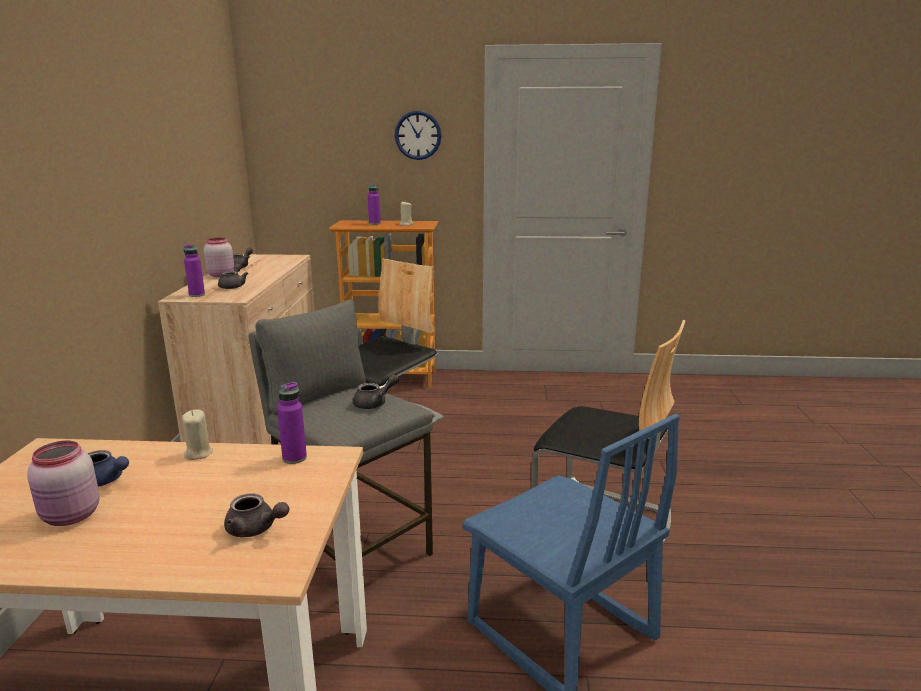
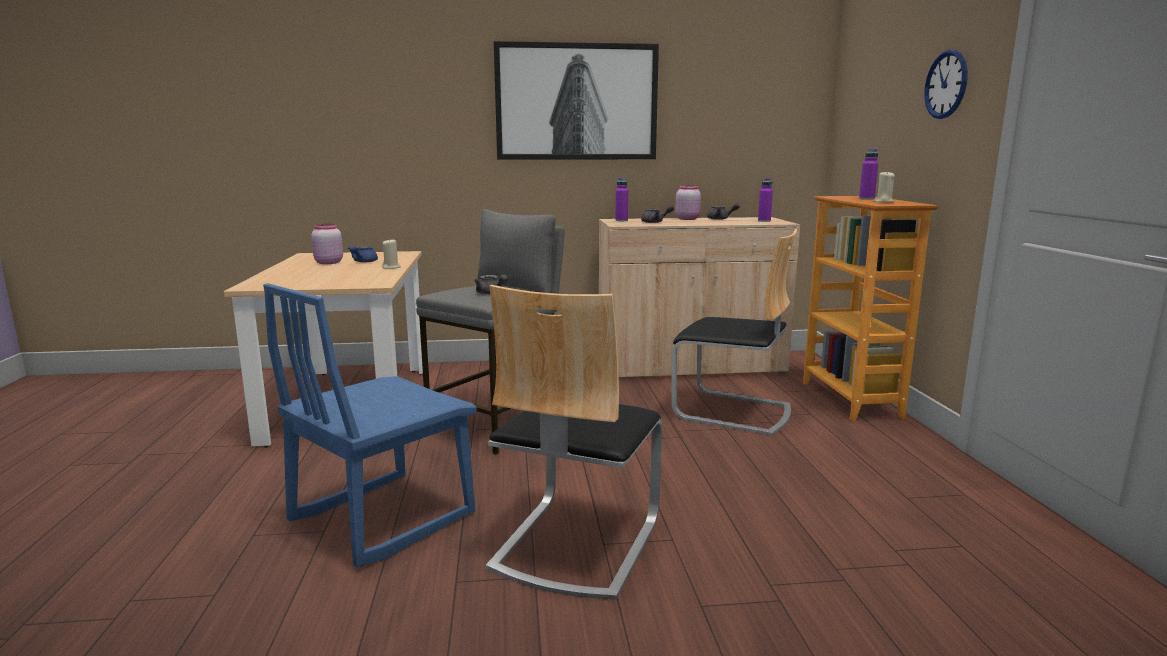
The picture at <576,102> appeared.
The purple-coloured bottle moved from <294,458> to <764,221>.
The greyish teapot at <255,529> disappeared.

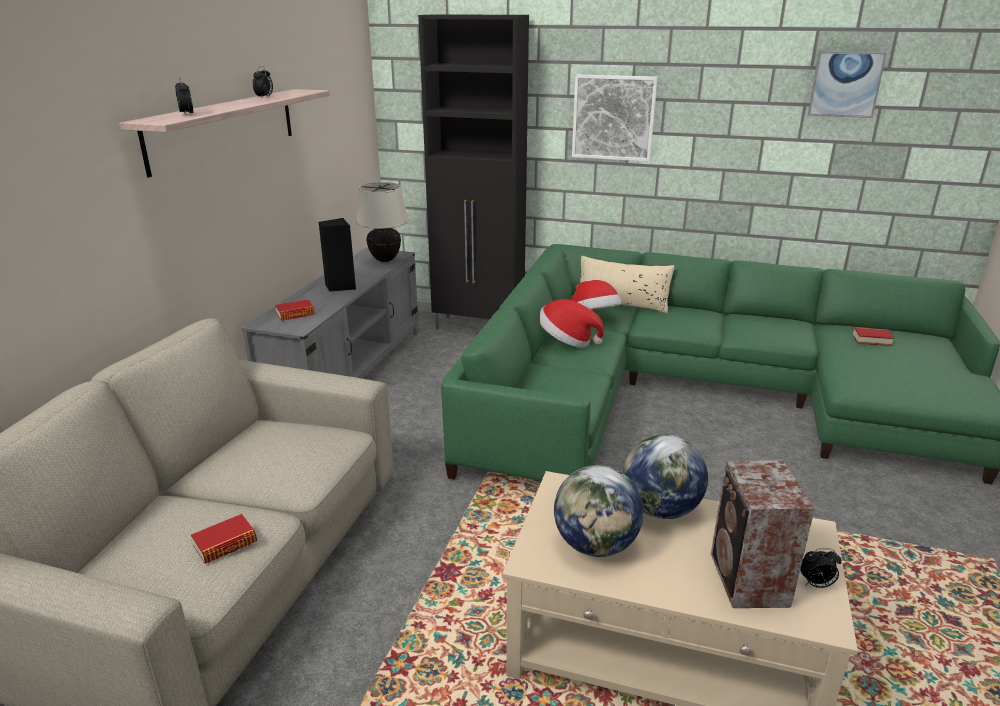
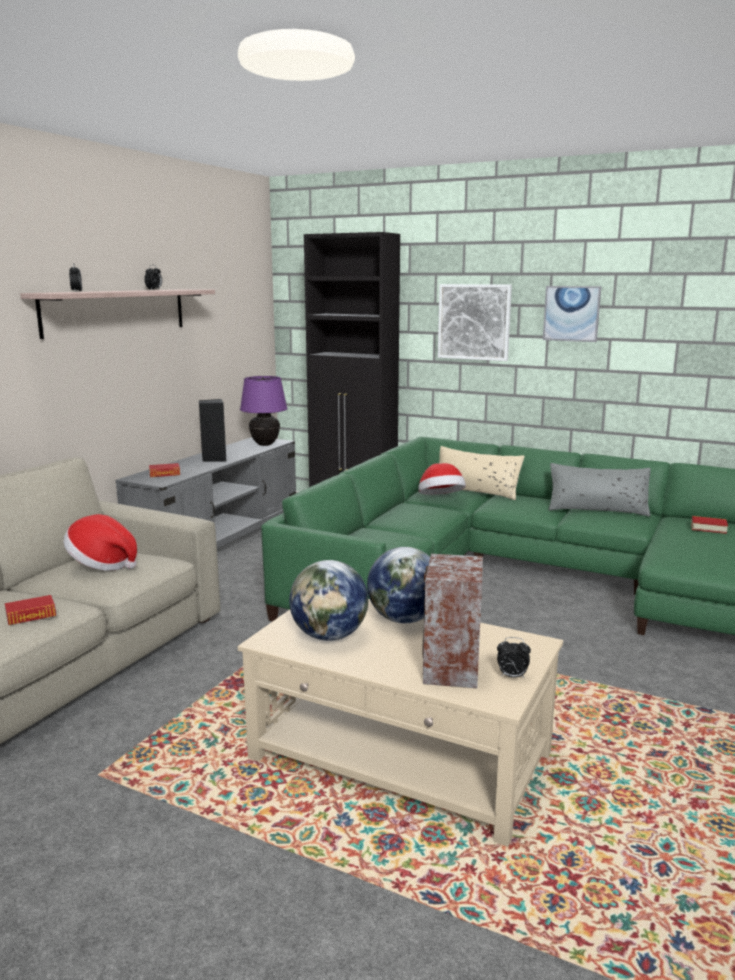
The clothing hat moved from <566,341> to <102,564>.
The sand-coloured lamp for a table at <385,260> became the purple-coloured lamp for a table at <265,444>.
The picture moved from <845,84> to <571,313>.
The greyish cushion at <597,509> appeared.

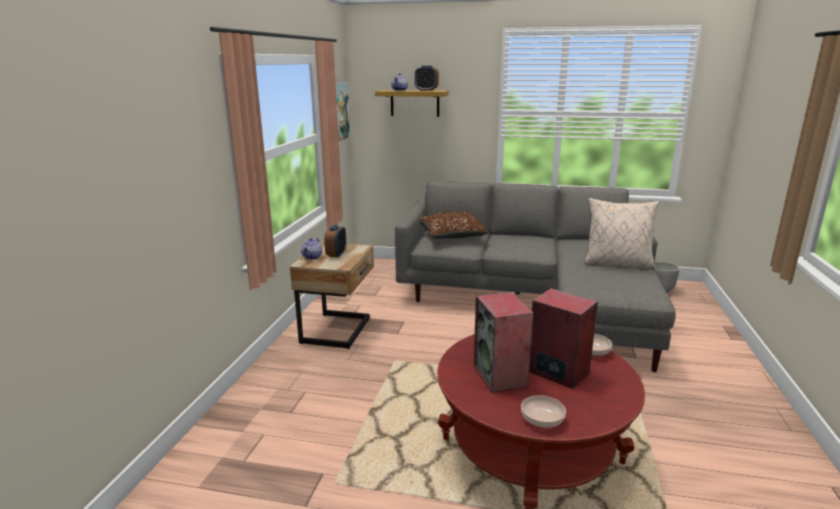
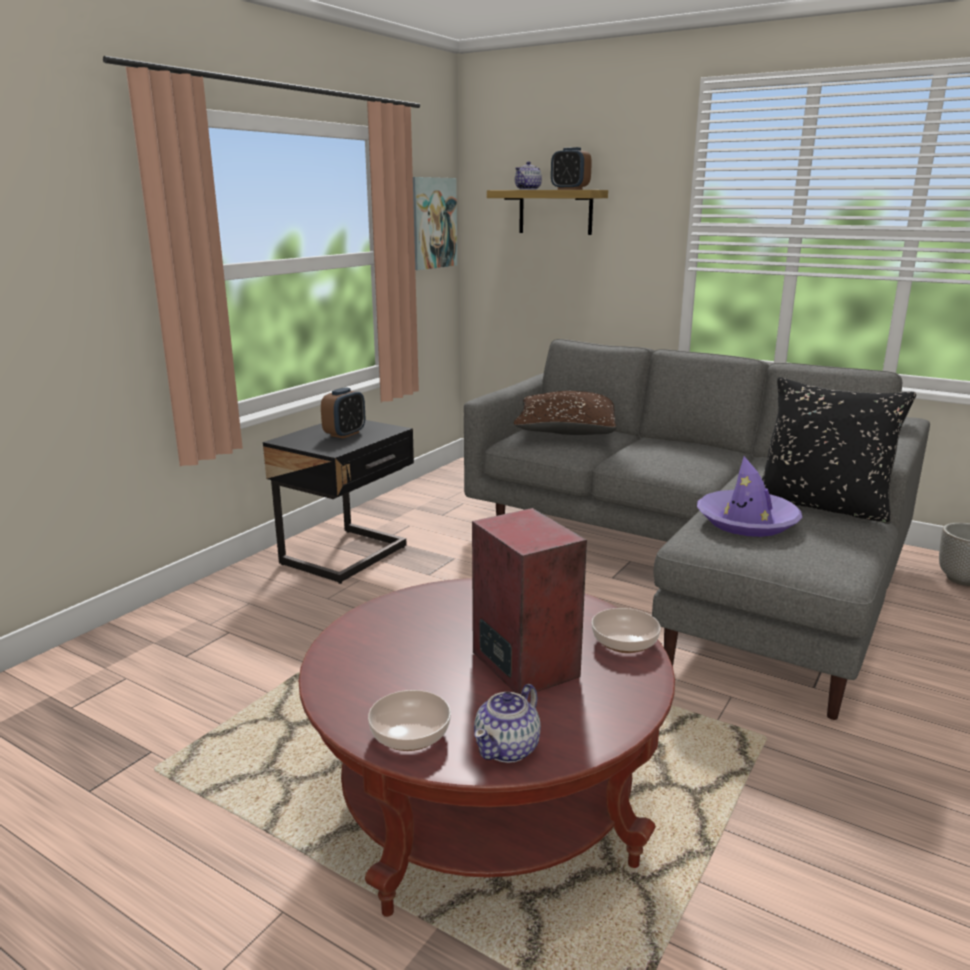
The sand-coloured nightstand at <338,331> became the black nightstand at <348,556>.
The teapot moved from <312,257> to <508,748>.
The purple-coloured clothing hat at <747,522> appeared.
The sand-coloured cushion at <617,263> became the black cushion at <822,506>.
The loudspeaker at <501,376> disappeared.

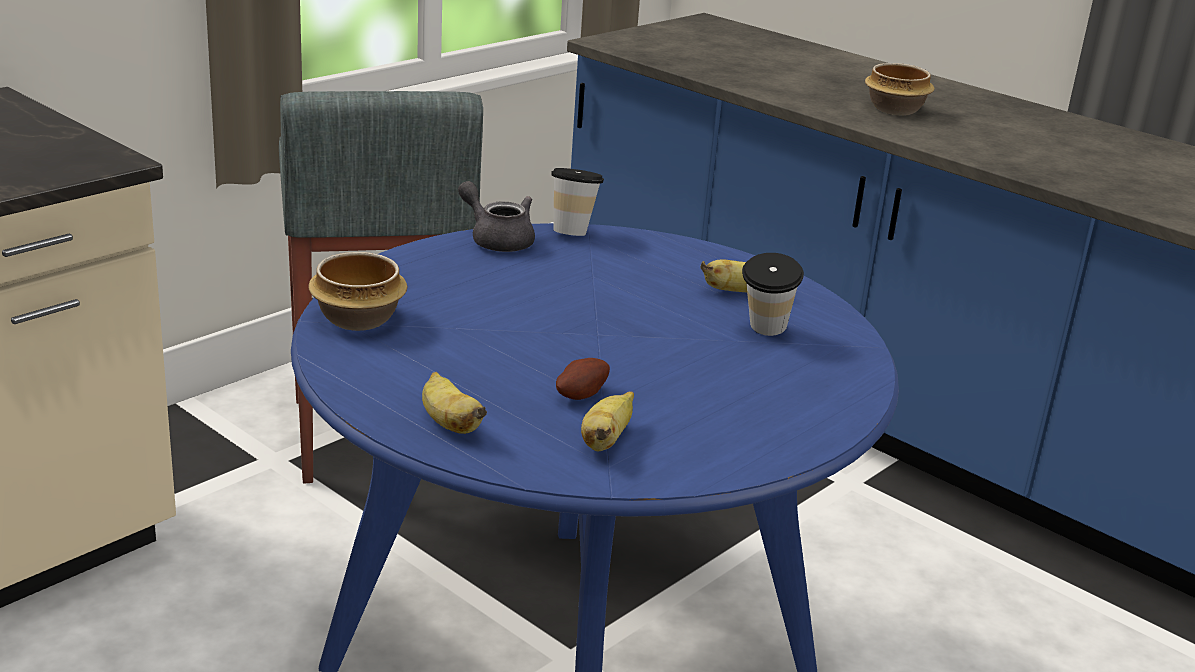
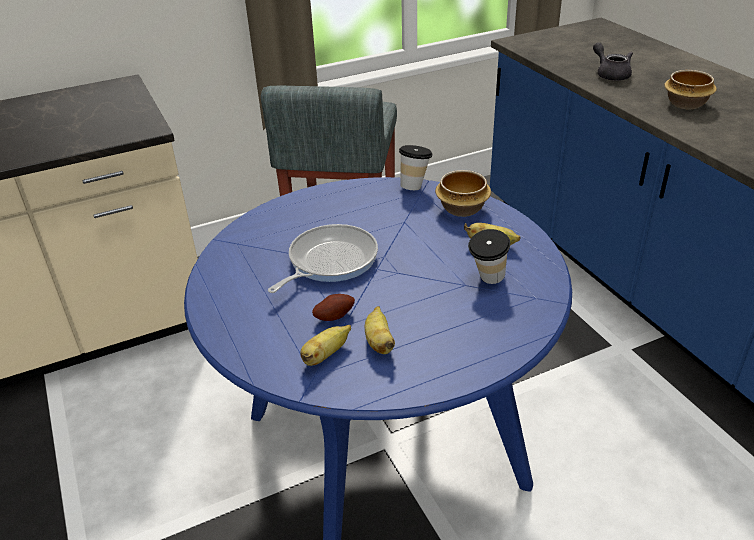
The skillet at <329,261> appeared.
The banana moved from <449,423> to <379,342>.
The deep dish moved from <360,318> to <463,208>.
The greyish teapot moved from <497,240> to <610,74>.

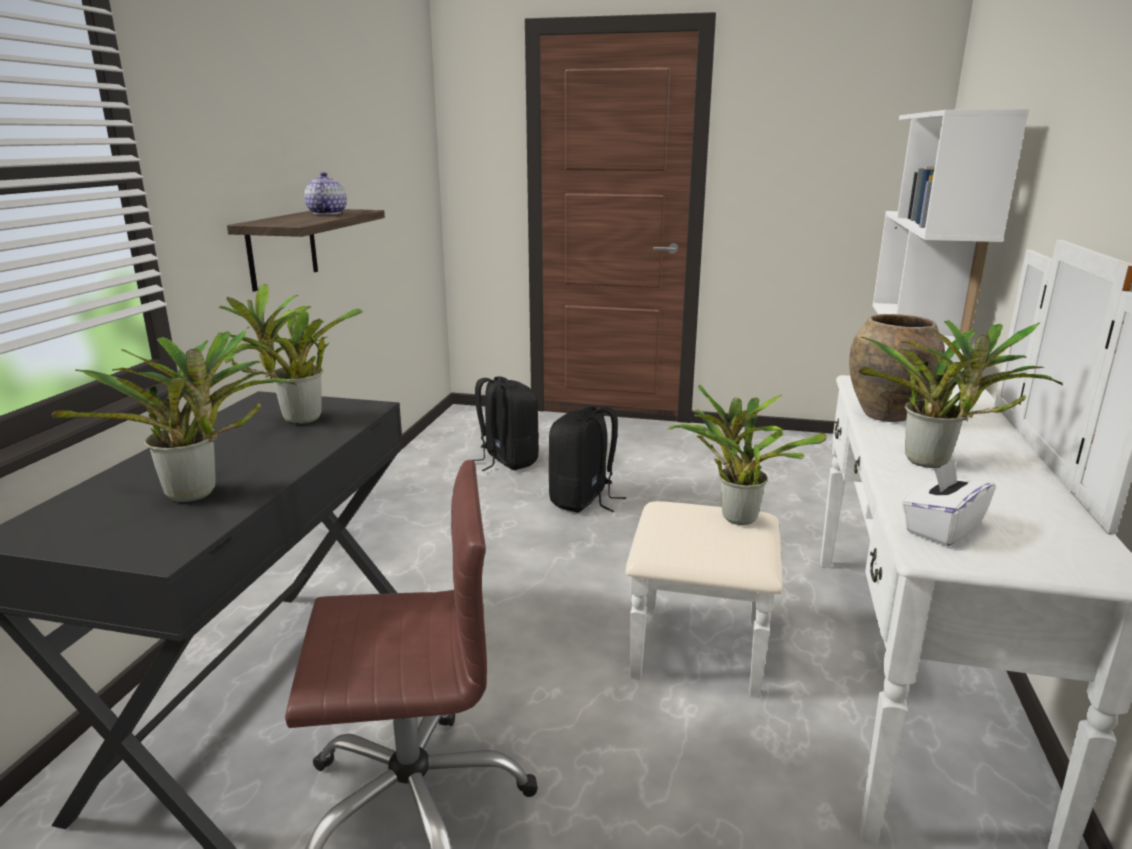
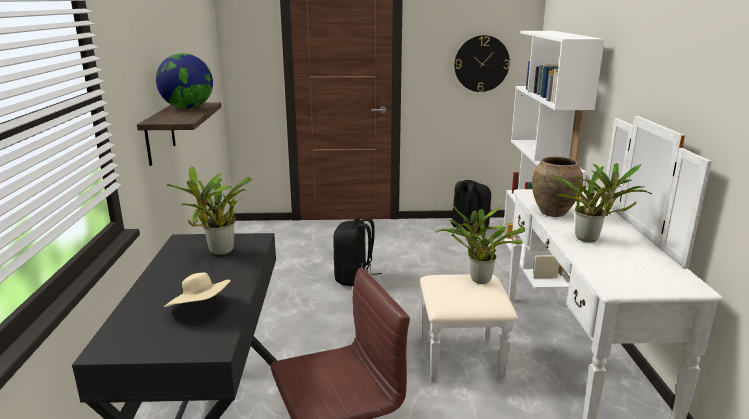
The teapot at <326,213> was replaced by the desk globe at <188,108>.
The potted plant at <198,494> was replaced by the sand-coloured clothing hat at <201,309>.
The black rucksack moved from <507,460> to <468,229>.
The clock on the wall at <481,63> appeared.
The white-coloured tissue holder at <941,529> disappeared.

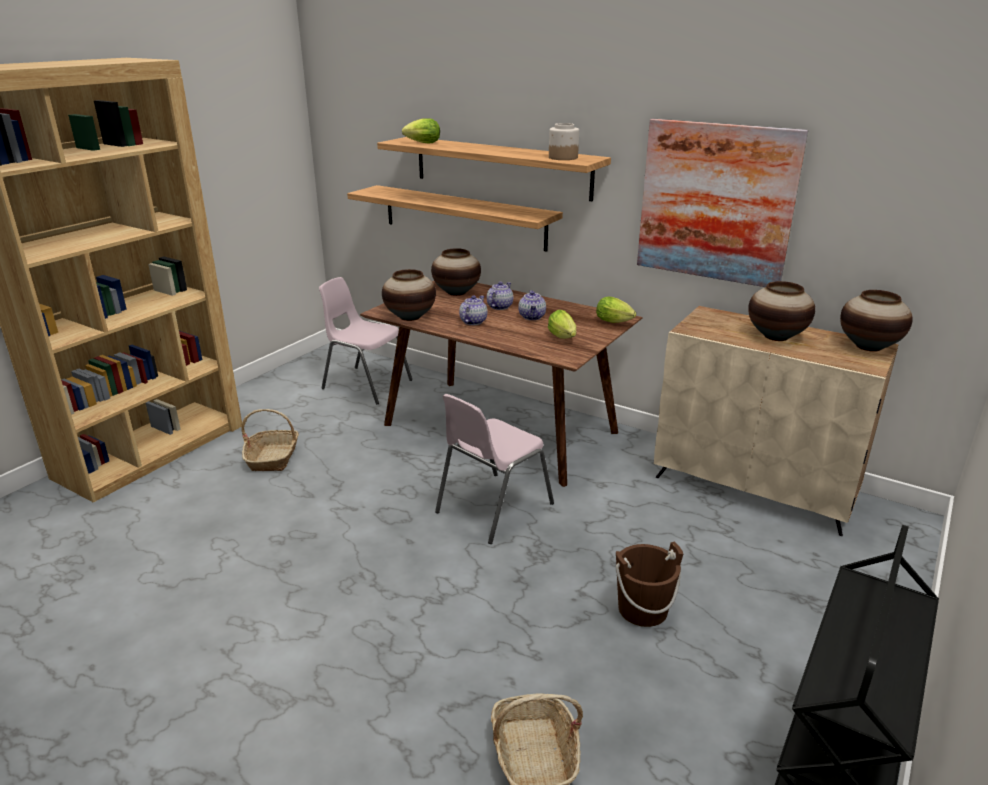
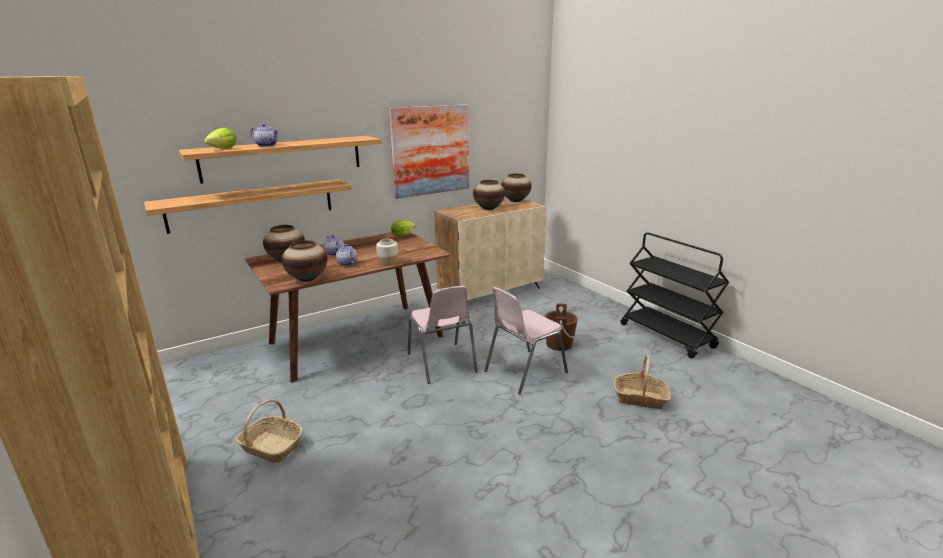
The teapot moved from <532,317> to <267,145>.
The jar moved from <562,157> to <388,262>.
The pink-coloured chair moved from <366,384> to <524,372>.
The lettuce head at <563,338> disappeared.

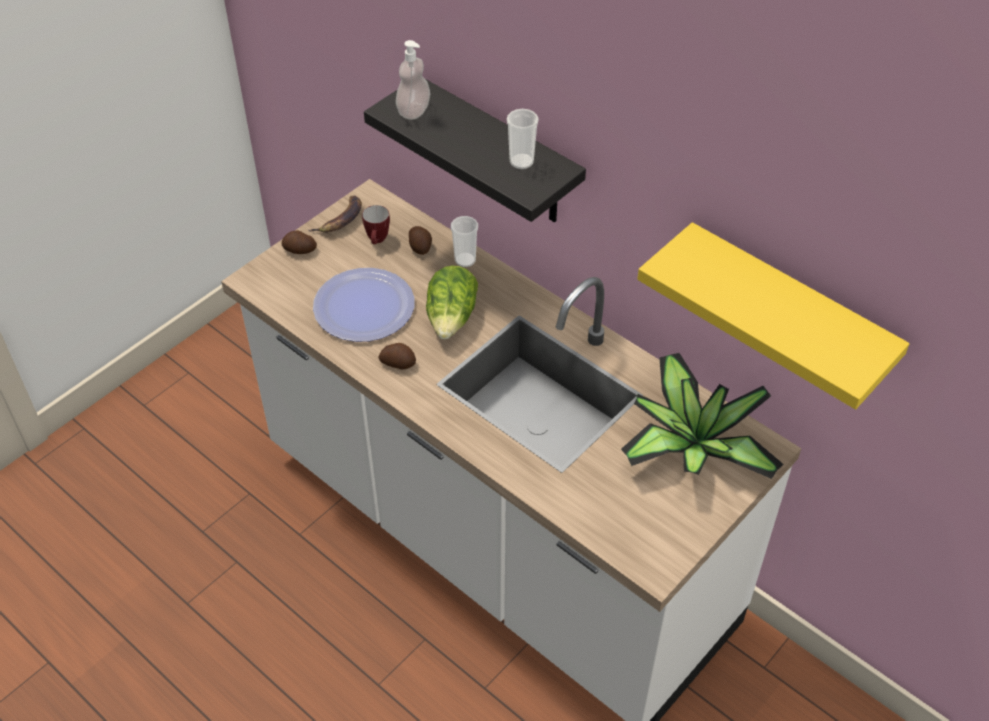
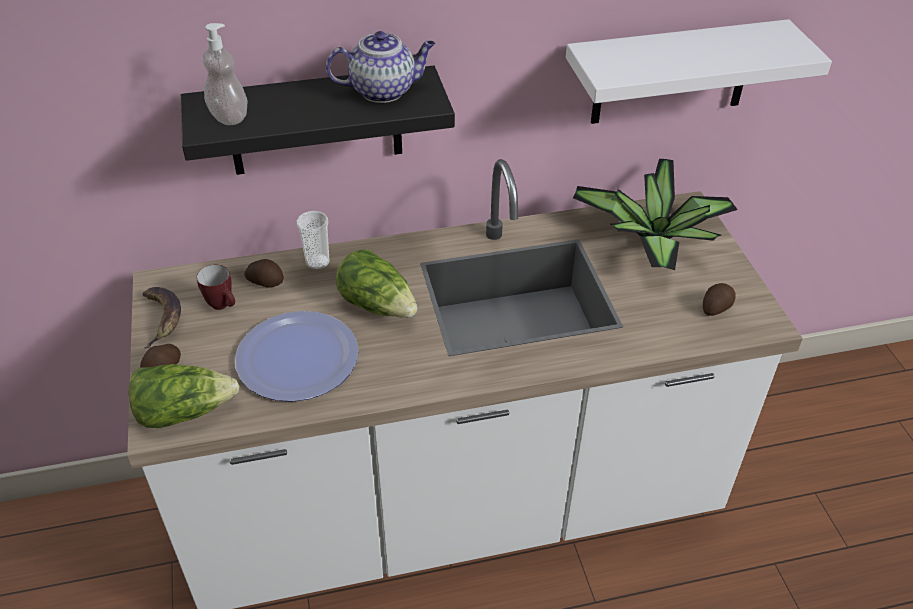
The lettuce head at <184,411> appeared.
The drinking cup at <521,162> was replaced by the teapot at <384,90>.
The yellow-coloured bracket shelf at <787,314> became the white-coloured bracket shelf at <672,73>.
The spud moved from <398,362> to <715,307>.

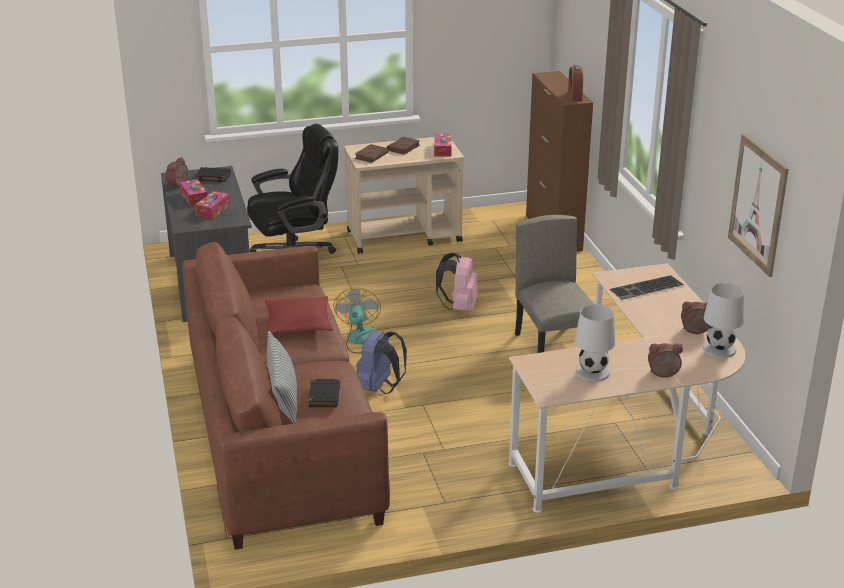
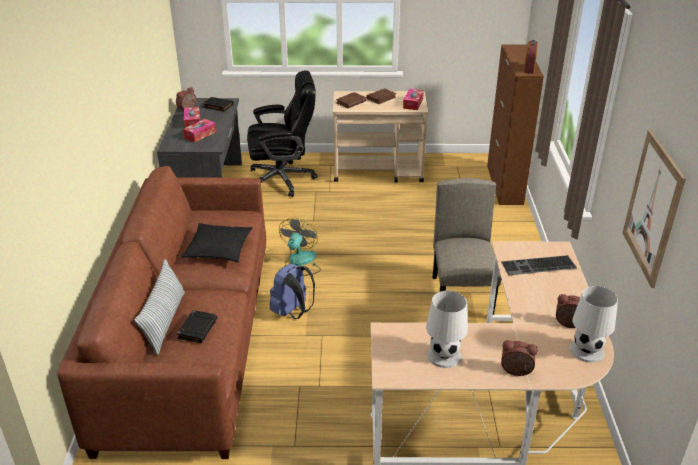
The red cushion at <298,324> became the black cushion at <218,249>.
The pink-coloured rucksack at <459,307> disappeared.

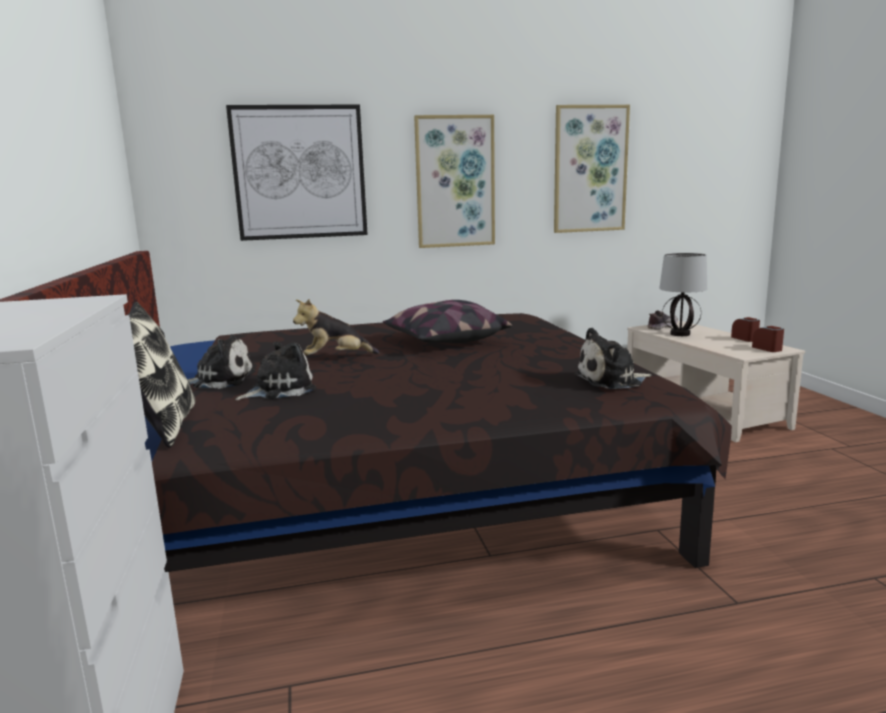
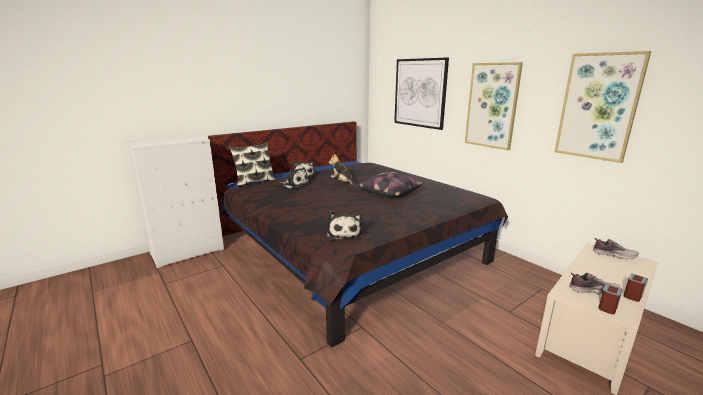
The soft toy at <612,381> turned 150 degrees counterclockwise.
The low shoe at <592,290> appeared.
The lamp for a table at <680,334> disappeared.

